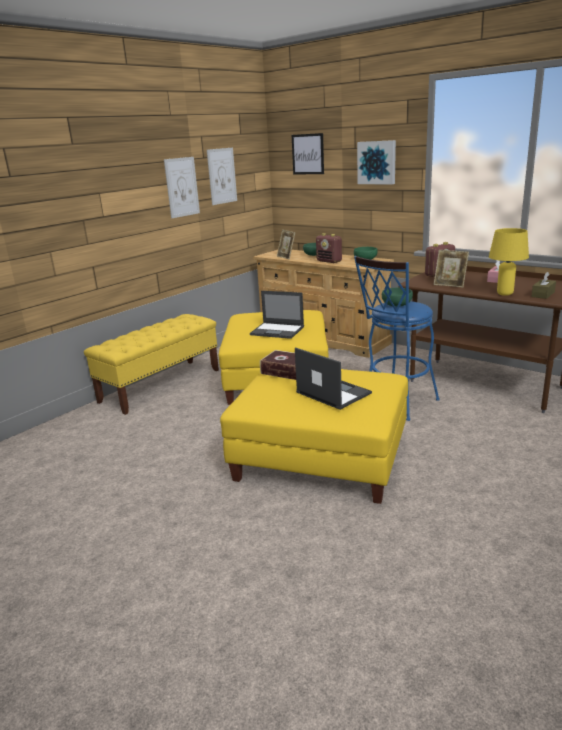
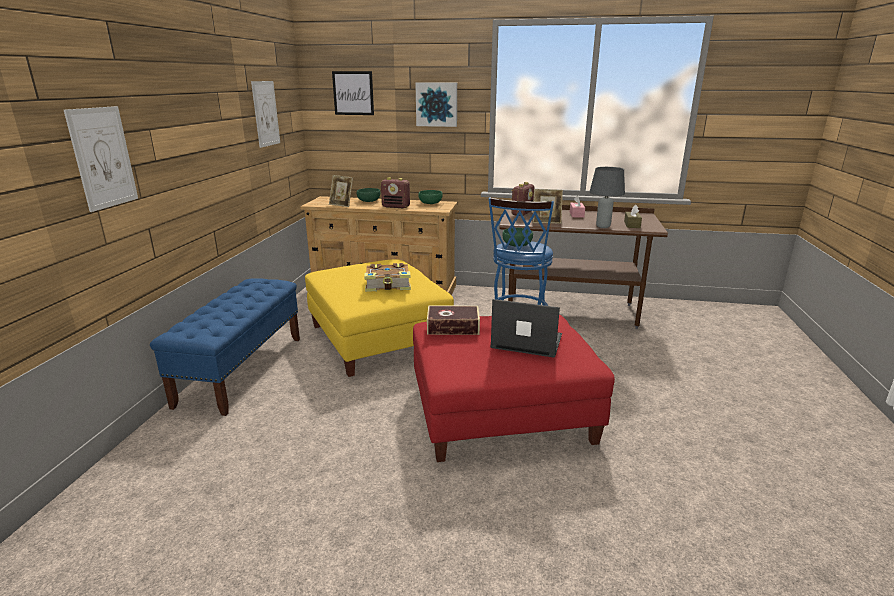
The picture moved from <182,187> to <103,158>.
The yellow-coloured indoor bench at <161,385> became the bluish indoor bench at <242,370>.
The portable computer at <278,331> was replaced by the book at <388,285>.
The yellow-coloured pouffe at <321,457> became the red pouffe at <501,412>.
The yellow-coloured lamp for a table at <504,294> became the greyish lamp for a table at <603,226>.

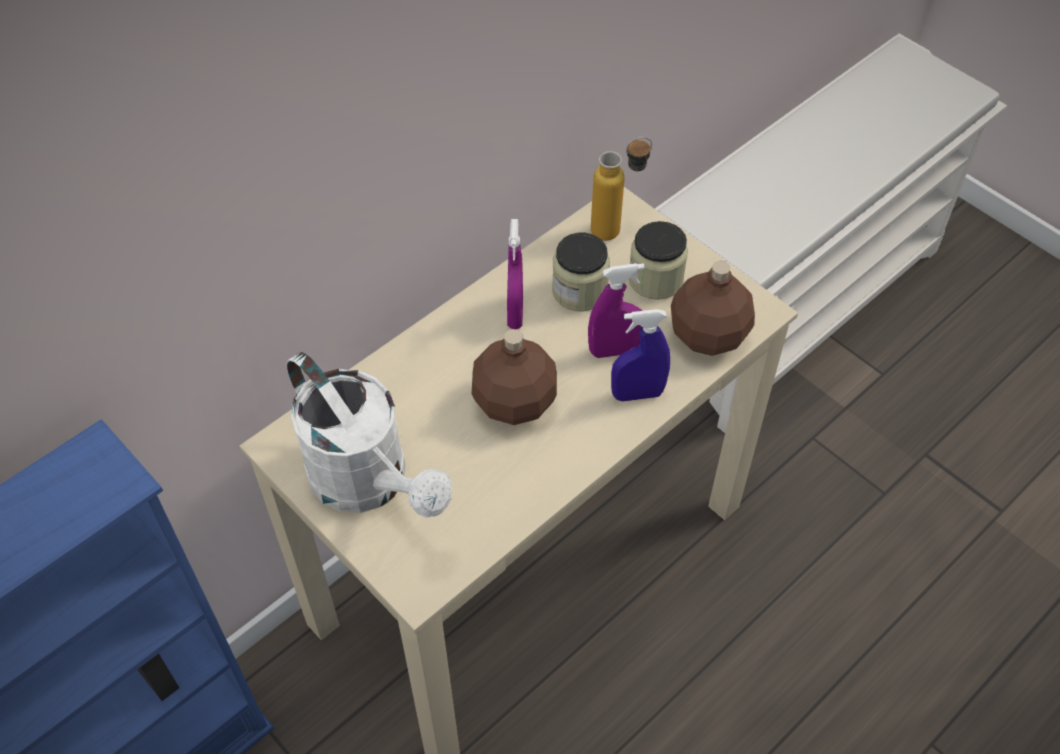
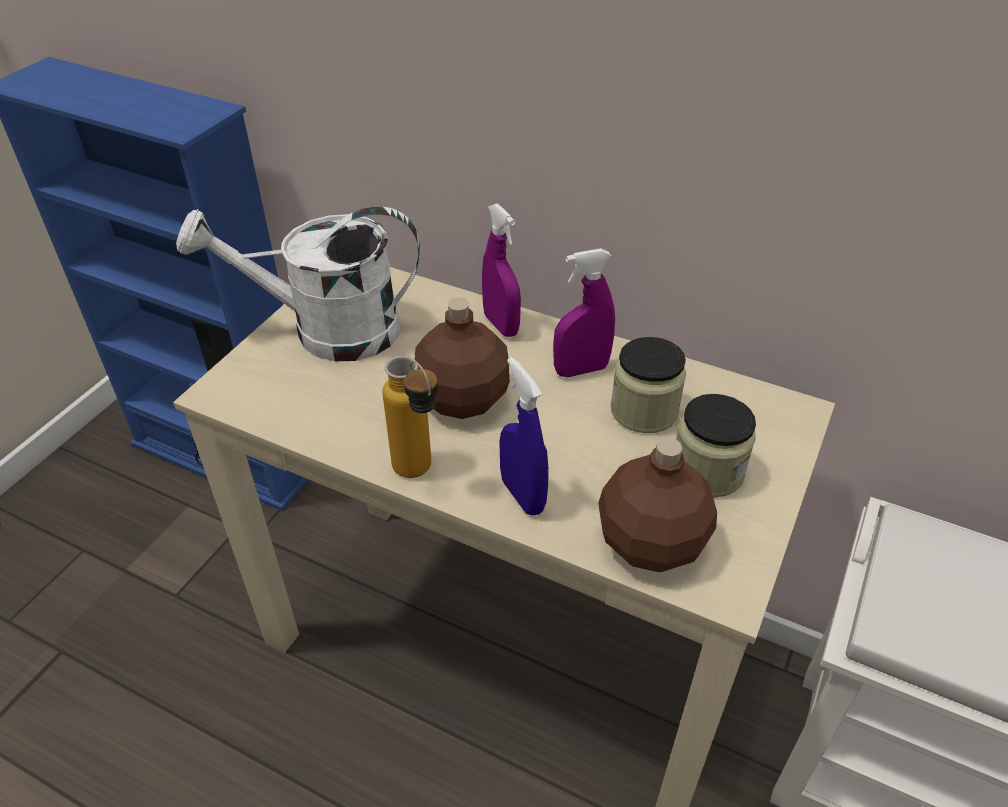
The white-coloured watering pot at <370,483> turned 60 degrees clockwise.
The bottle moved from <617,229> to <420,476>.
The purple-coloured spray bottle moved from <614,351> to <501,325>.

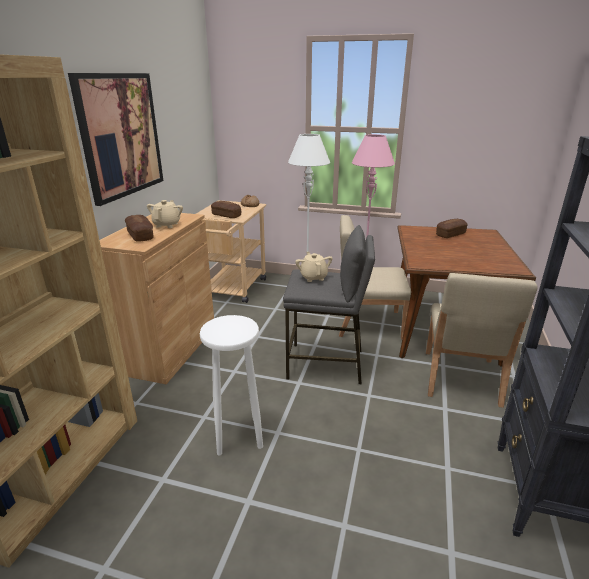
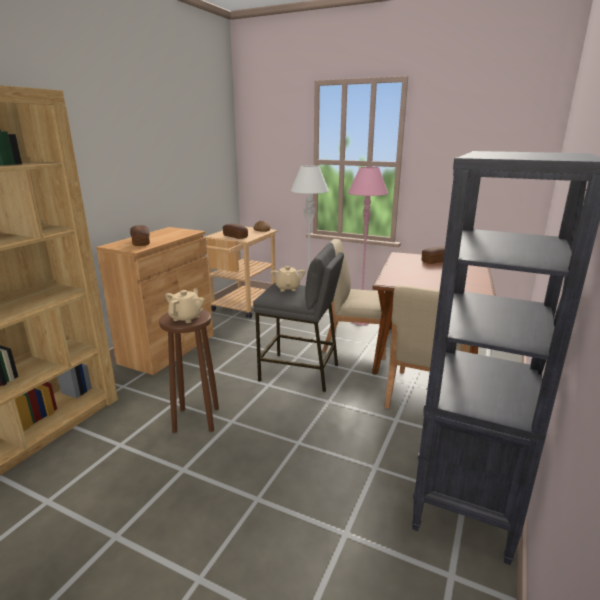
The white-coloured sitting stool at <238,436> became the brown sitting stool at <196,420>.
The sand-coloured teapot moved from <167,225> to <186,318>.
The picture at <121,135> disappeared.

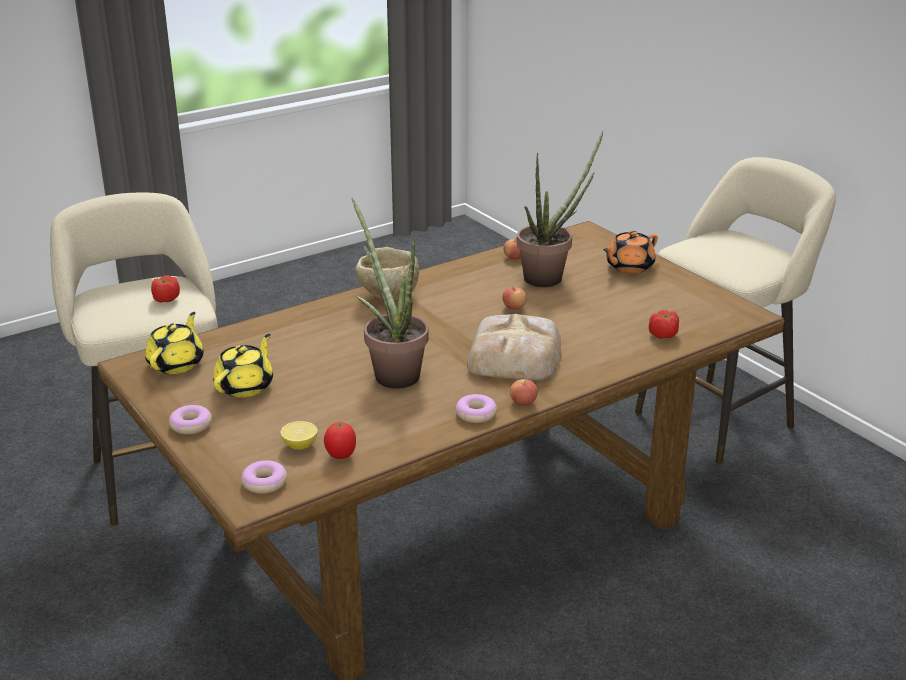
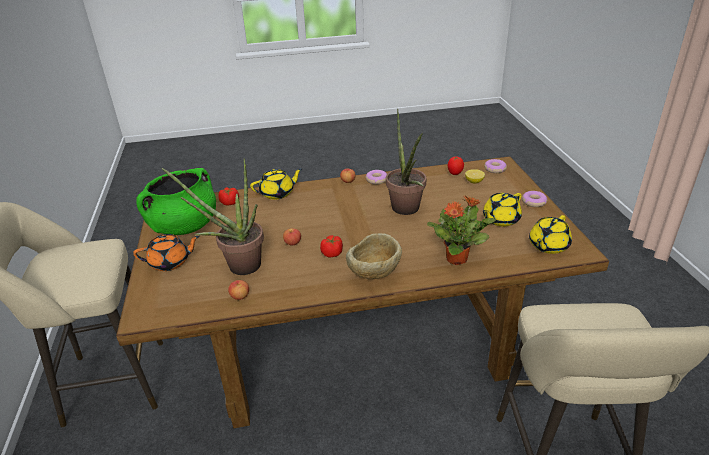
The green stockpot at <184,226> appeared.
The yellow-coloured teapot at <278,193> appeared.
The tomato moved from <166,299> to <332,253>.
The potted plant at <457,258> appeared.
The bread at <515,356> disappeared.

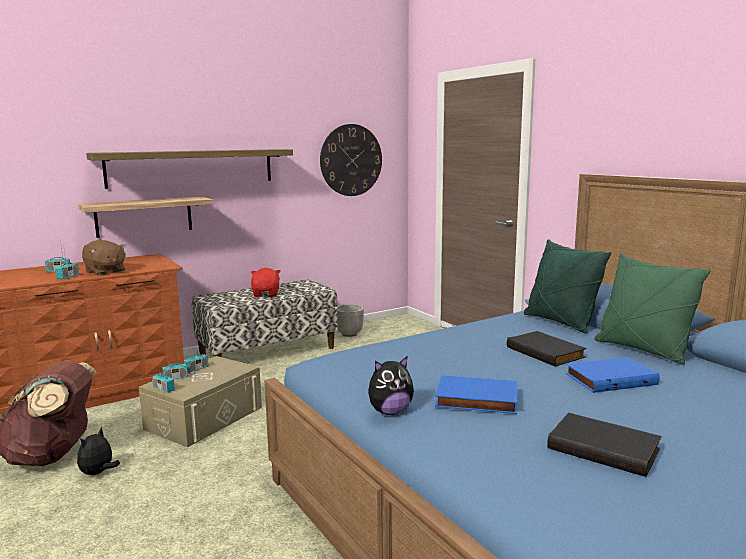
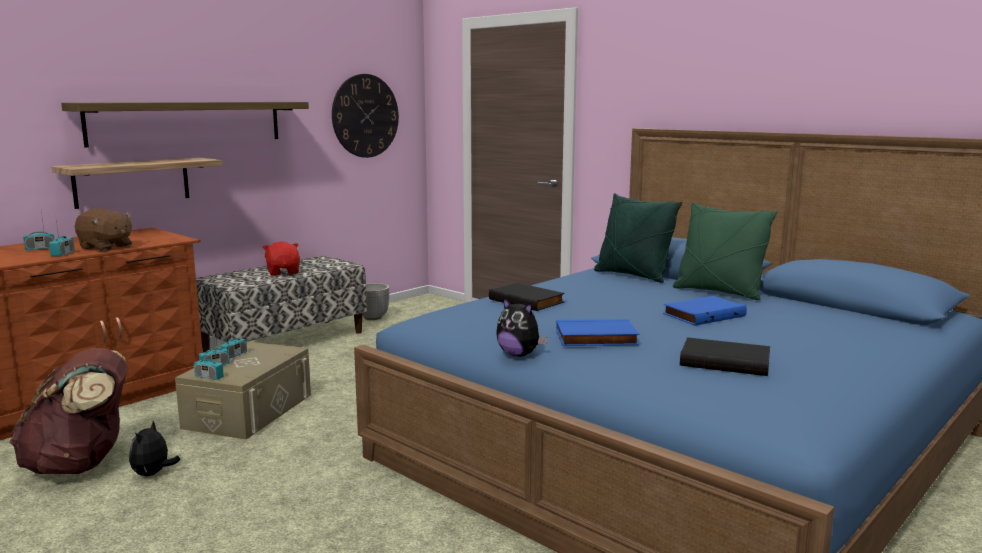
The black book moved from <546,352> to <527,301>.
The soft toy at <390,411> turned 75 degrees clockwise.

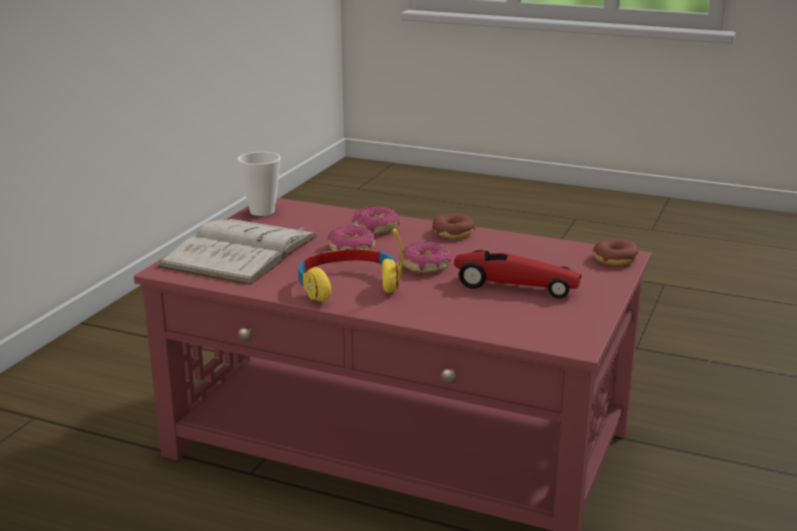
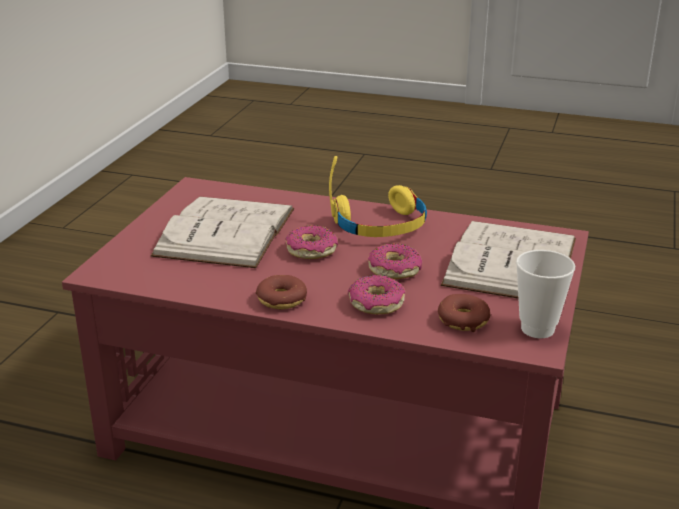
The toy car at <515,286> was replaced by the white-coloured book at <226,231>.
The doughnut moved from <615,259> to <463,320>.

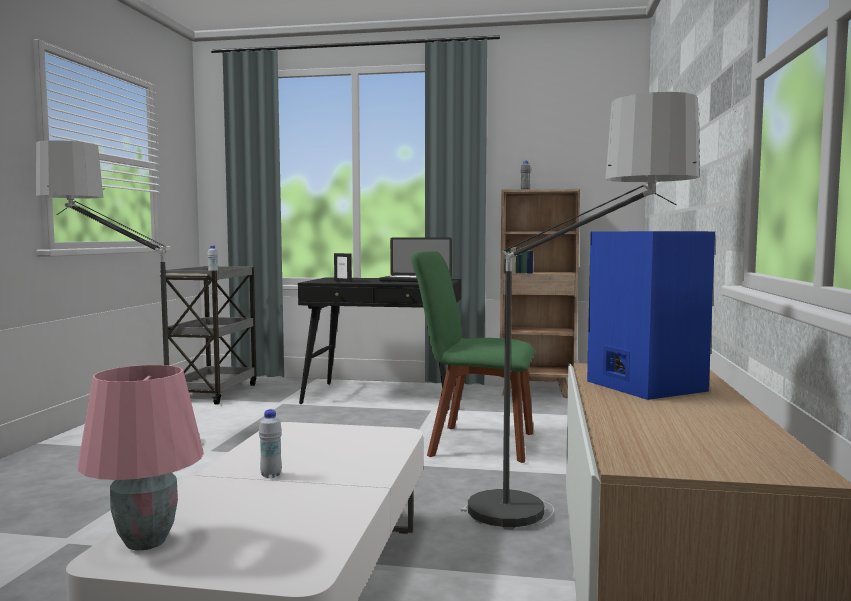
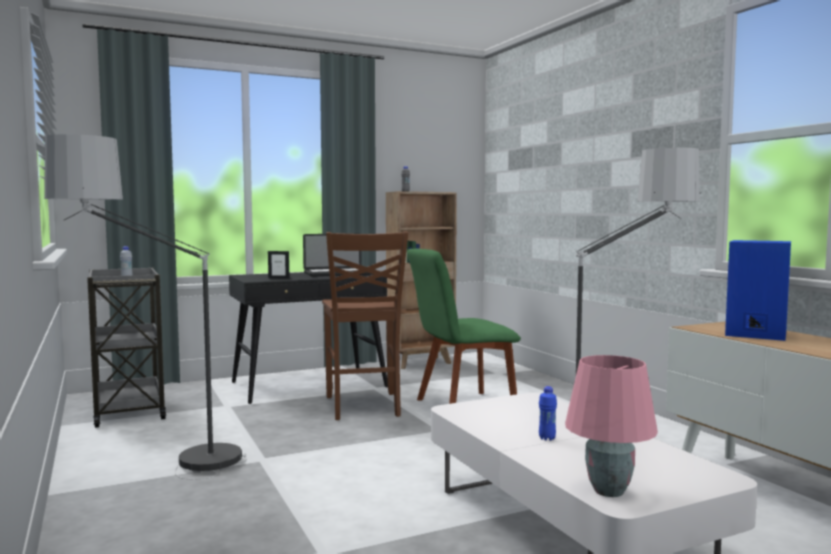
The brown chair at <363,407> appeared.
The white-coloured bottle at <271,475> became the bluish bottle at <547,438>.

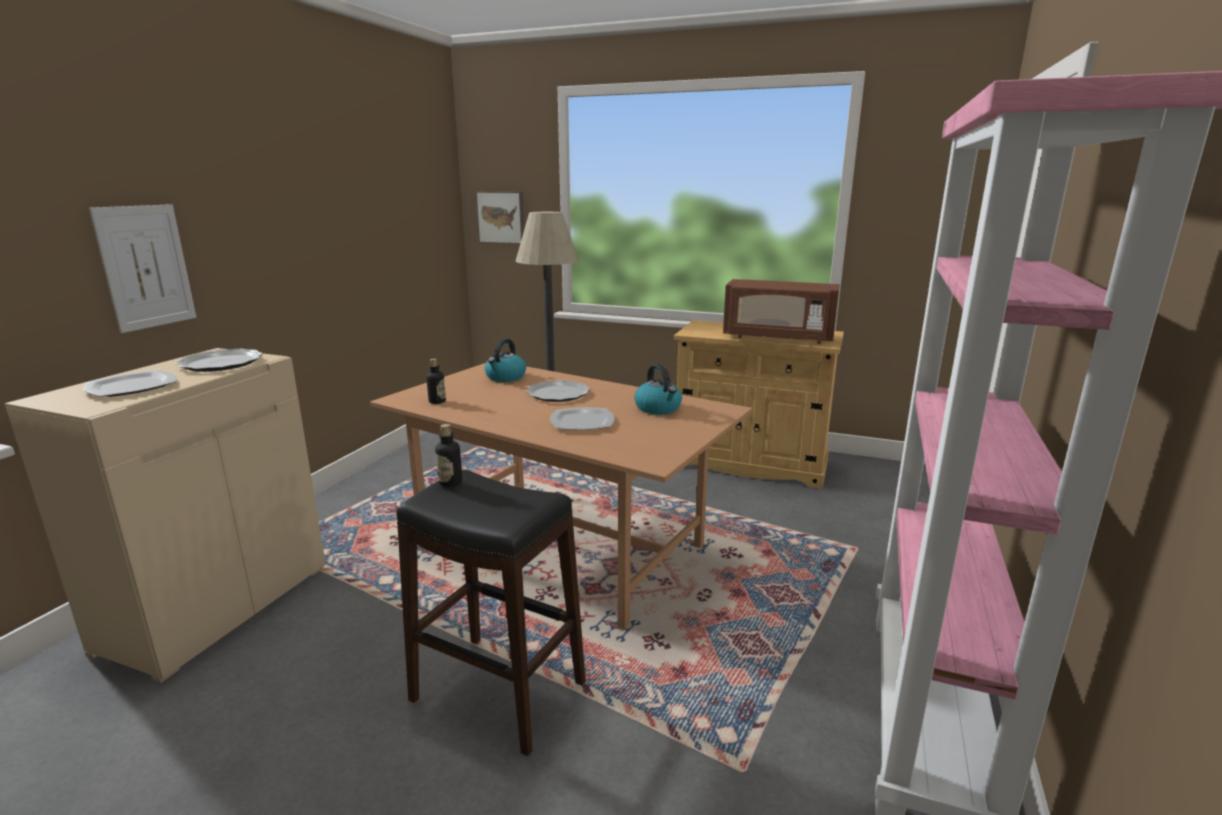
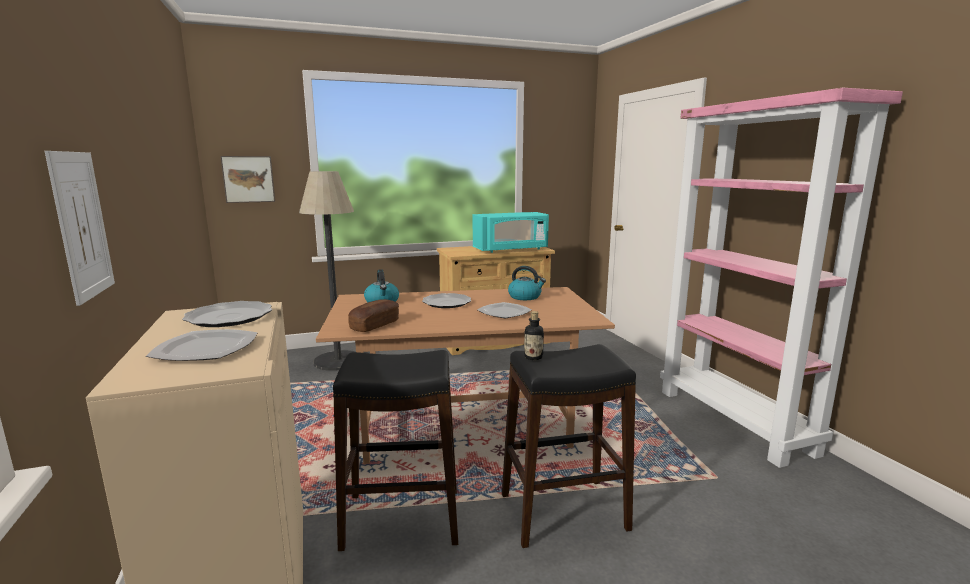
The black sitting stool at <401,519> appeared.
The bottle at <437,401> was replaced by the bread at <375,325>.
The brown microwave oven at <778,337> became the turquoise microwave oven at <511,249>.

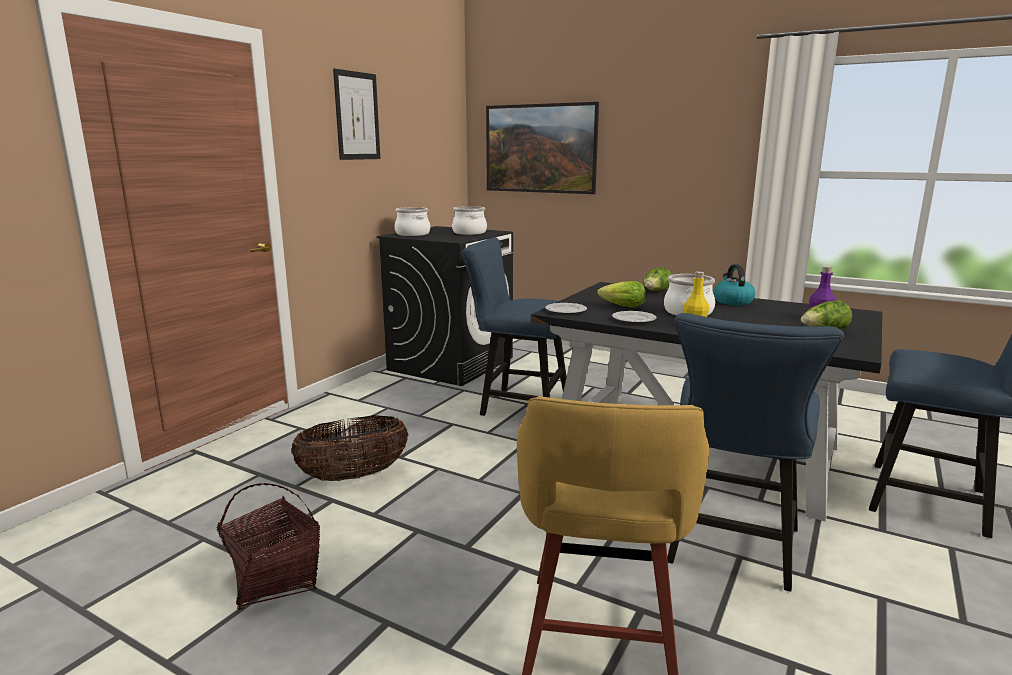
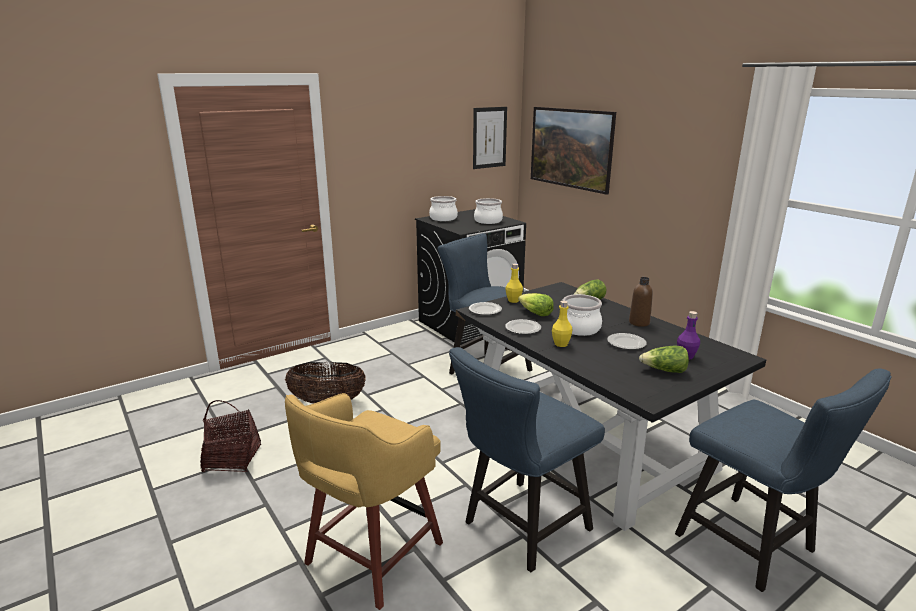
The picture moved from <357,116> to <489,137>.
The yellow-coloured bottle at <513,300> appeared.
The flat dish at <626,343> appeared.
The water kettle at <732,301> was replaced by the brown bottle at <639,323>.

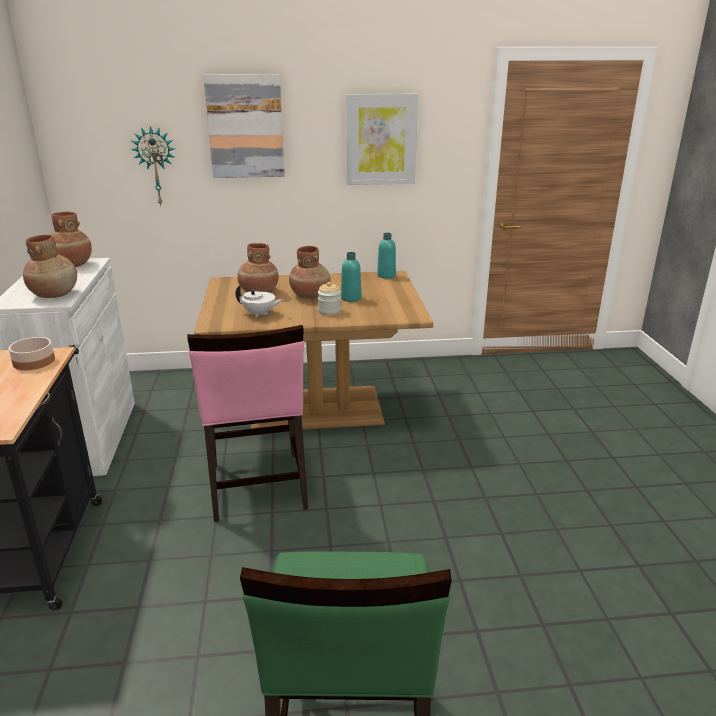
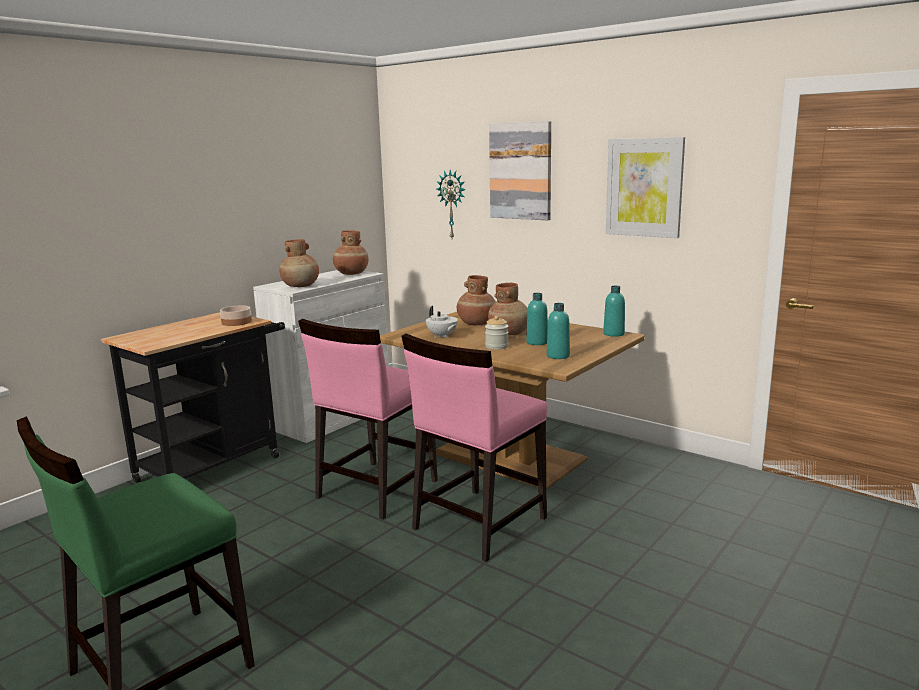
The pink-coloured chair at <478,523> appeared.
The turquoise bottle at <558,356> appeared.

